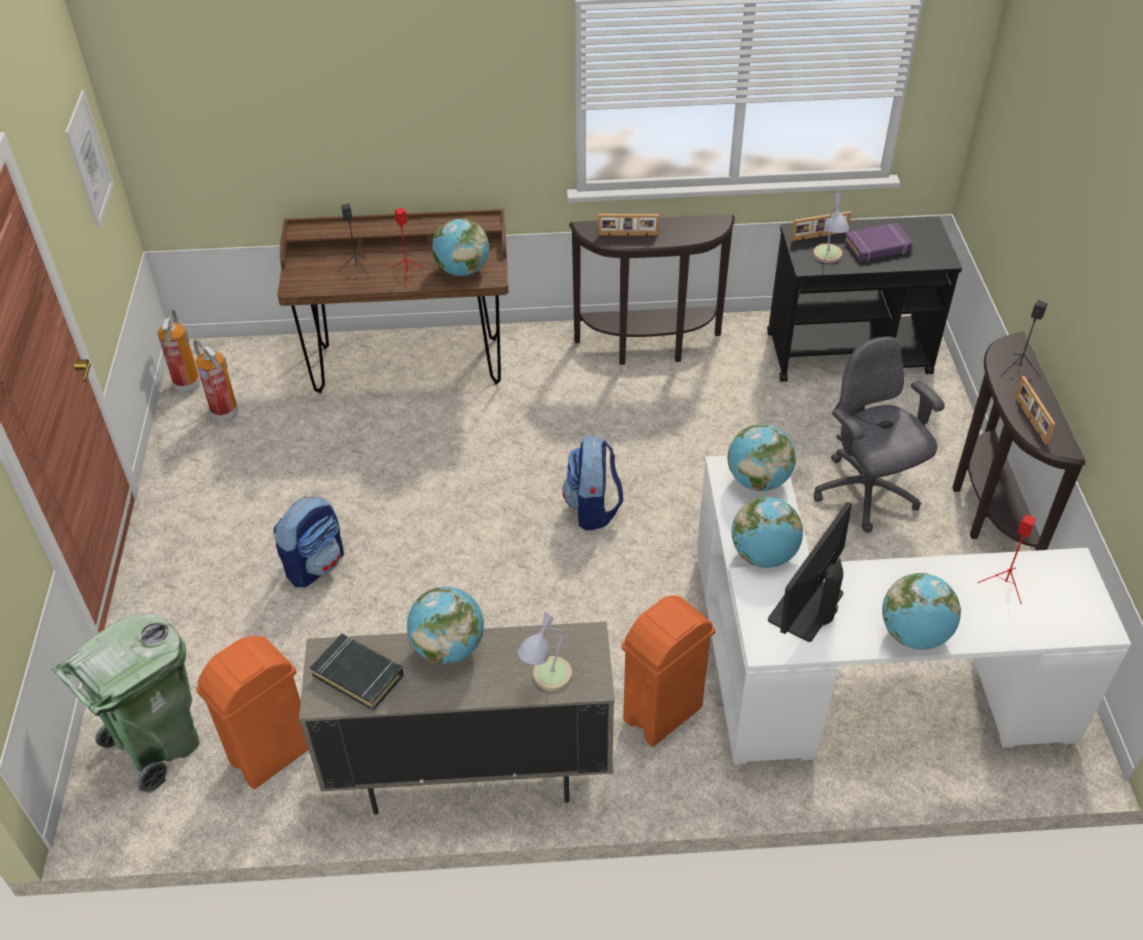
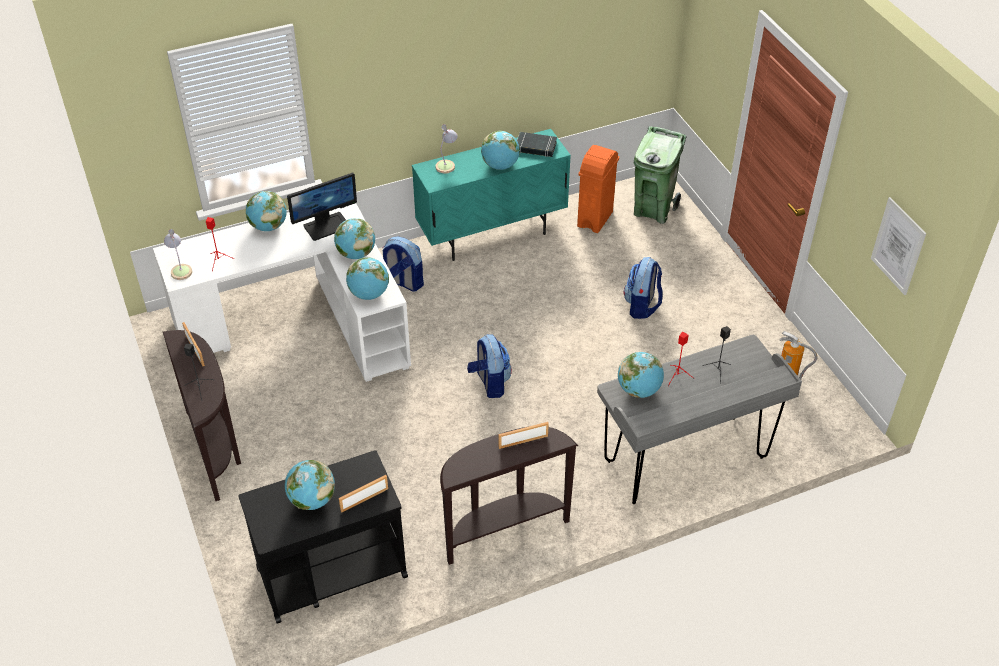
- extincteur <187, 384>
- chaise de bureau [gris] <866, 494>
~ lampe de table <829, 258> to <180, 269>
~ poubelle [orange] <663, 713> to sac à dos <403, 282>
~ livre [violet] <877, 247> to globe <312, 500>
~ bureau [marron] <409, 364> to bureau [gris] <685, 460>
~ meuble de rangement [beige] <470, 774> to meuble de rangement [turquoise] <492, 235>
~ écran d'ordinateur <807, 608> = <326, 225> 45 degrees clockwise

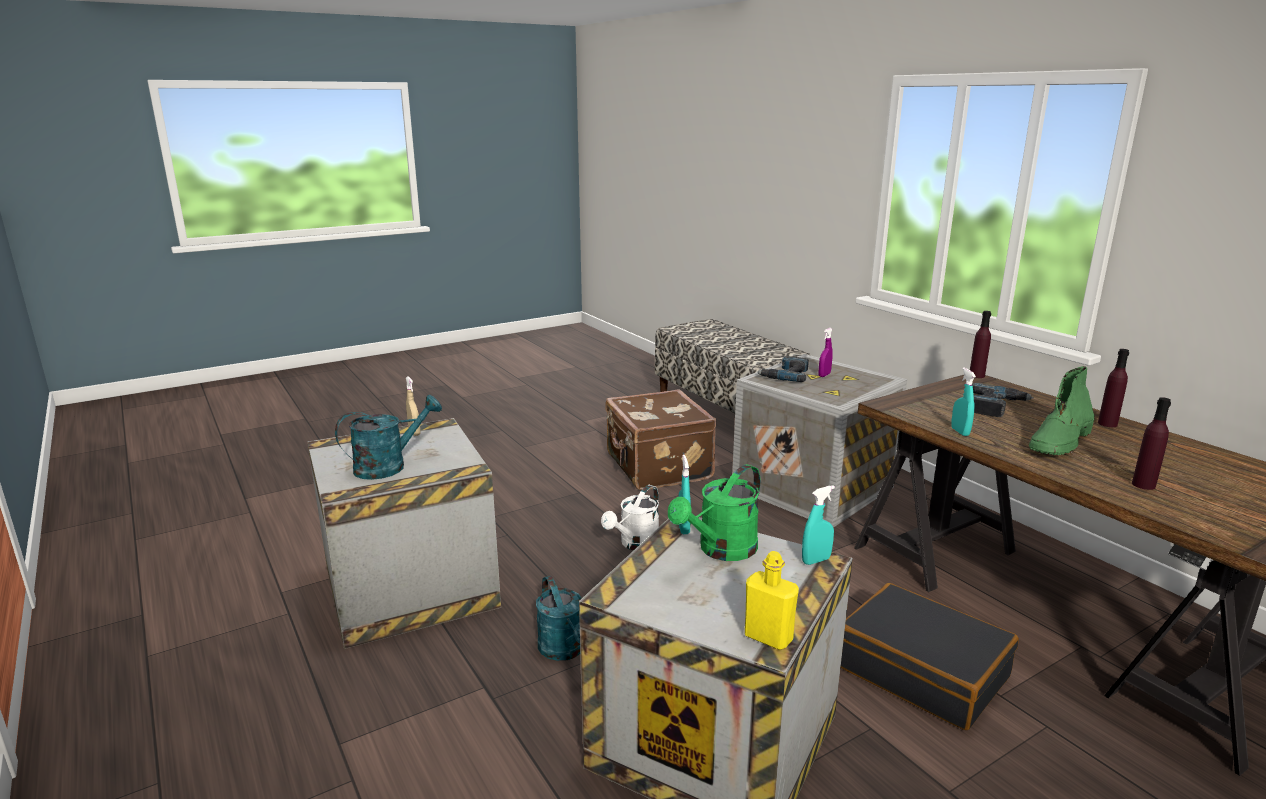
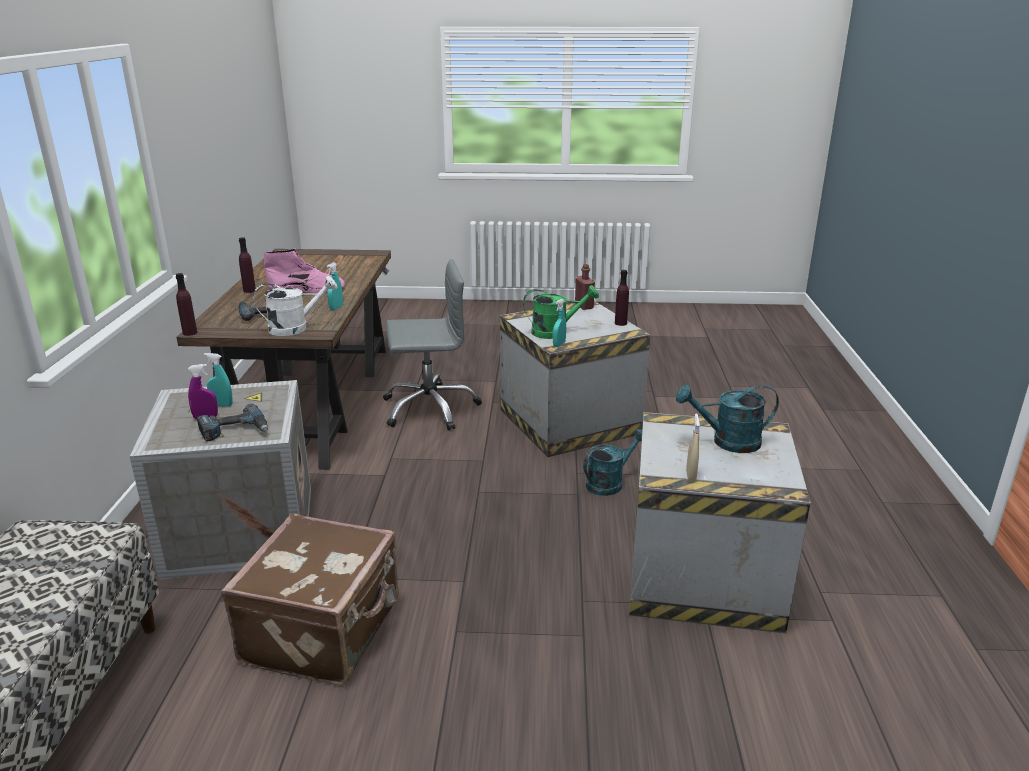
~ arrosoir [blanc] <635, 544> to <295, 328>
~ vaporisateur [turquoise] <816, 560> to <222, 405>
~ bouteille [violet] <1143, 485> to <620, 323>
~ valise [noir] <921, 671> to chaise de bureau [gris] <430, 408>
~ bouteille [jaune] <768, 637> to bouteille [rouge] <584, 306>
~ botte [vert] <1059, 442> to botte [rose] <308, 291>
~ arrosoir [turquoise] <565, 651> = <609, 483> 45 degrees clockwise

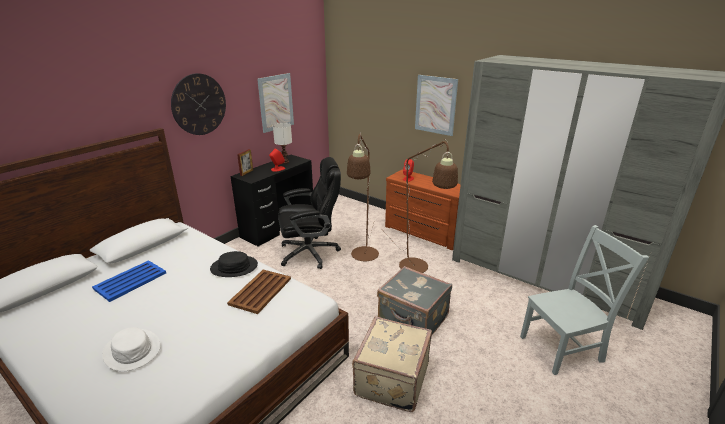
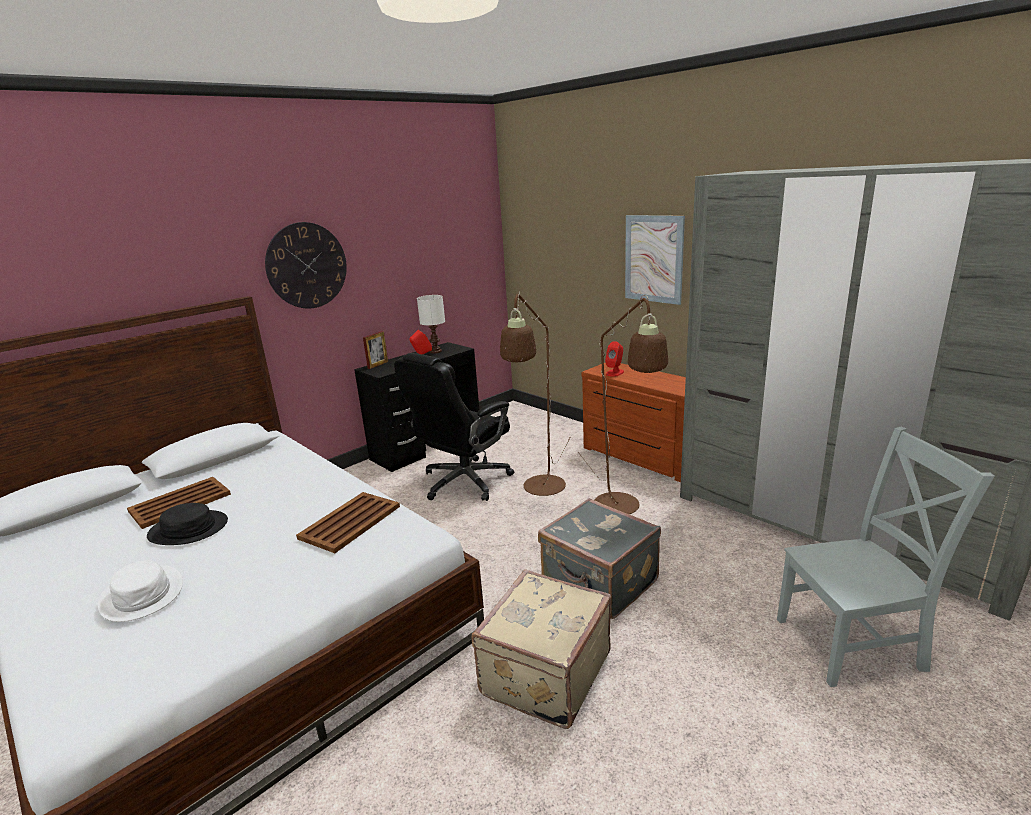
- tableau <276, 102>
~ chapeau [noir] <234, 267> to <188, 529>
~ plateau [bleu] <131, 280> to plateau [marron] <181, 502>
~ chaise de bureau [noir] <310, 253> = <464, 482> 135 degrees clockwise

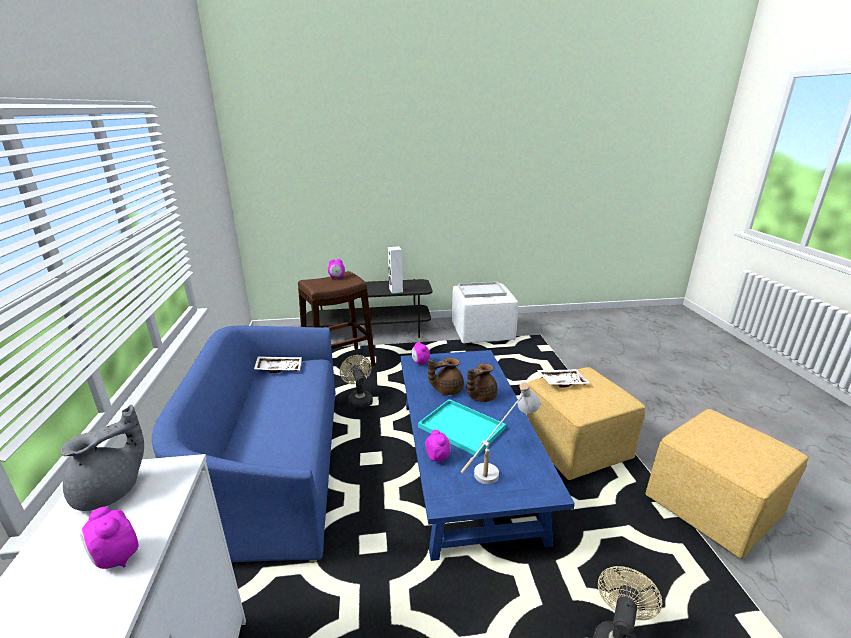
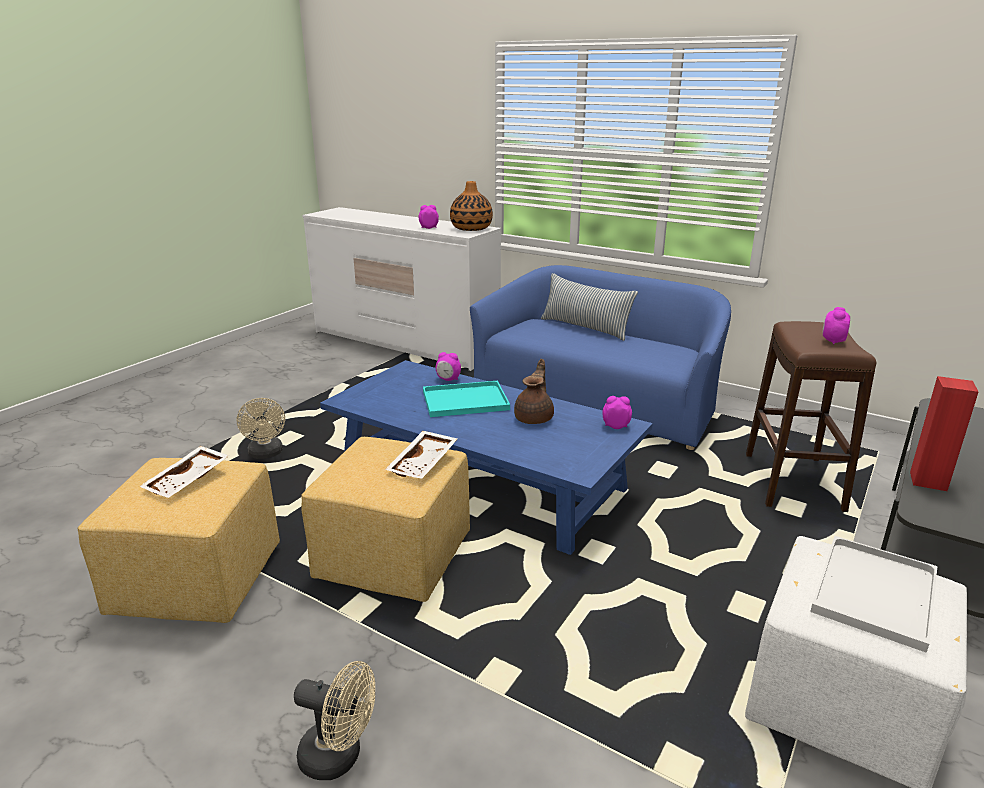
- lampe de table [blanc] <497, 466>
- théière [marron] <480, 397>
+ coussin <585, 327>
~ plateau [blanc] <279, 368> to <188, 481>
~ ventilateur [beige] <359, 400> to <339, 757>
~ théière [gris] <111, 491> to vase <471, 228>
~ enceinte [blanc] <395, 290> to enceinte [rouge] <928, 481>

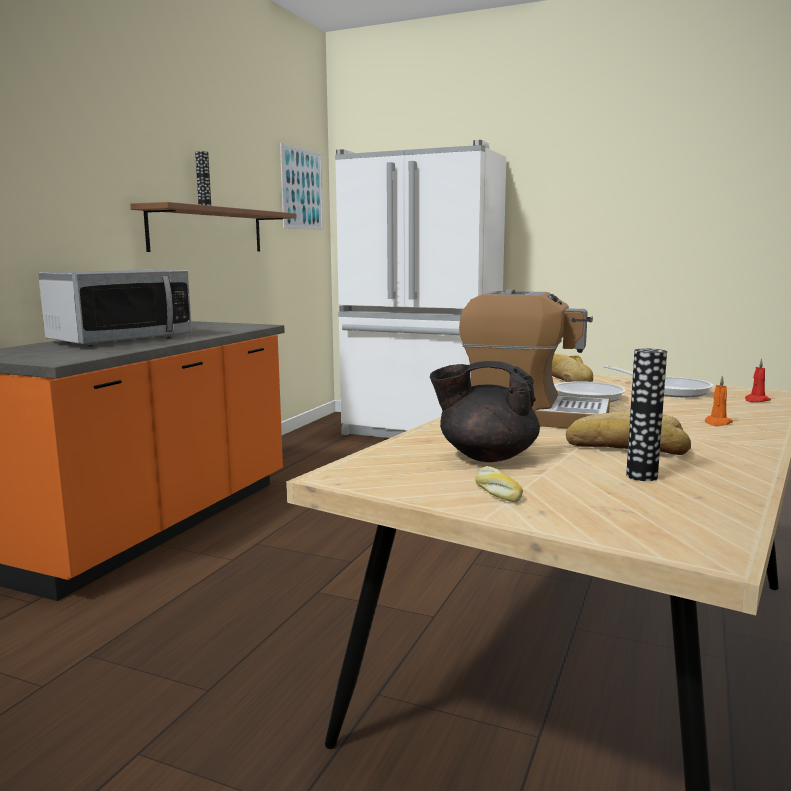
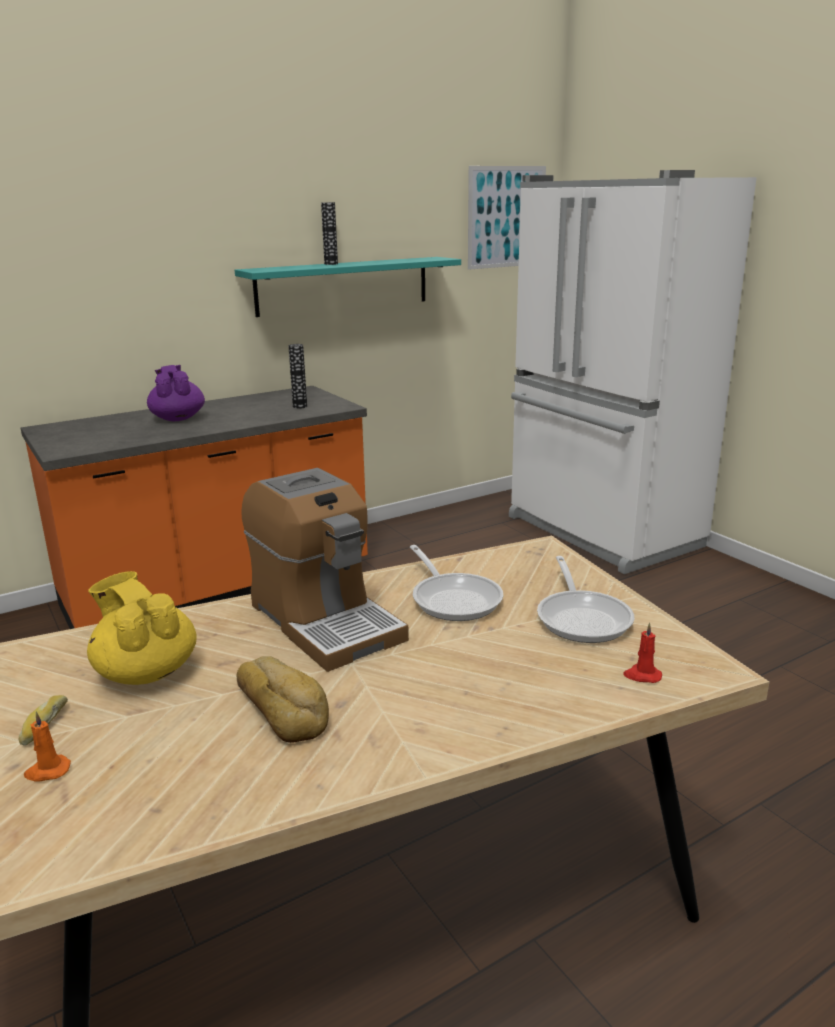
- pain <567, 379>
~ vase <641, 476> to <300, 406>
~ bougie [orange] <717, 423> to <47, 771>
~ micro-ondes <120, 340> to théière [violet] <177, 418>
~ étagère [marron] <208, 230> to étagère [turquoise] <343, 285>
~ théière [noir] <486, 456> to théière [jaune] <146, 671>

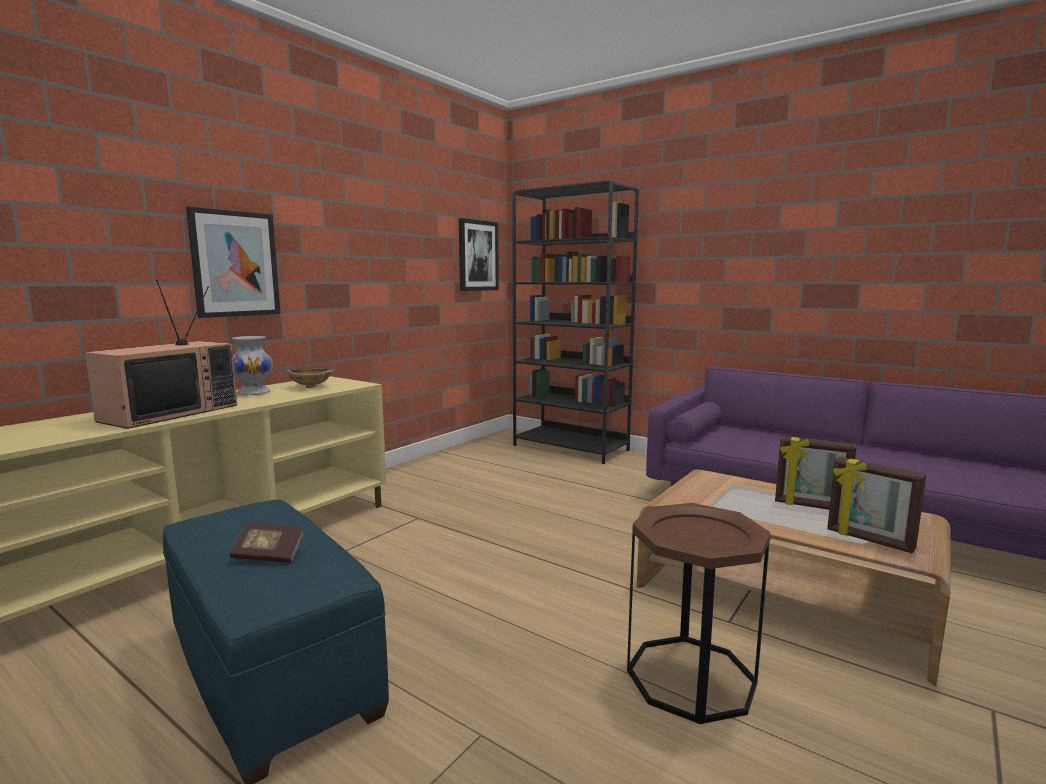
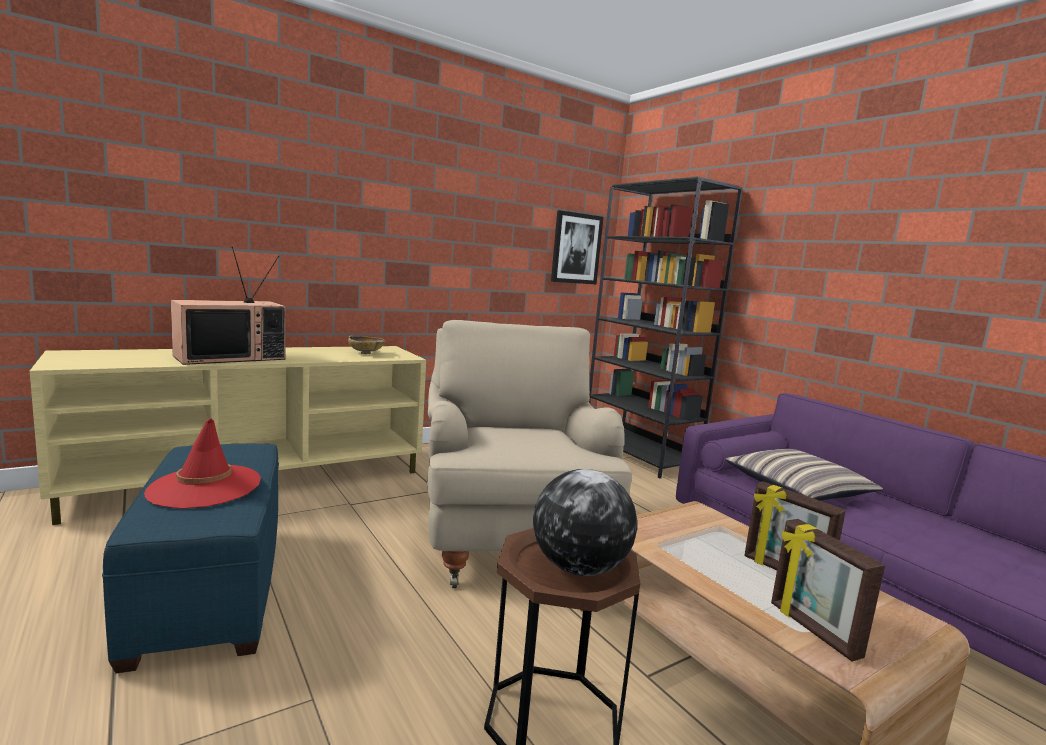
- tableau <235, 264>
- vase [blanc] <254, 393>
+ fauteuil [beige] <509, 534>
+ globe <580, 568>
+ coussin <797, 489>
~ livre <269, 555> to chapeau [rouge] <205, 487>

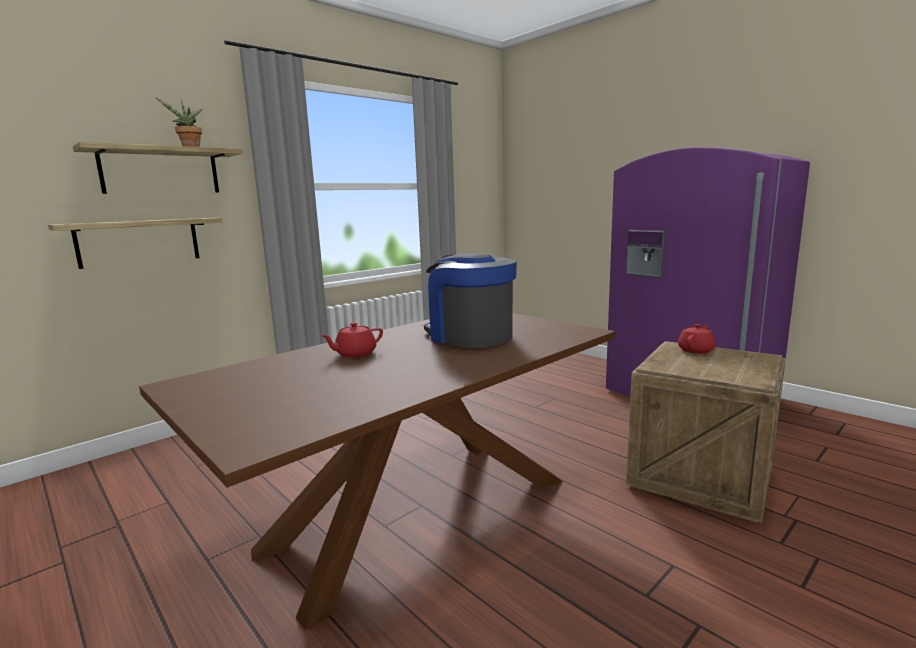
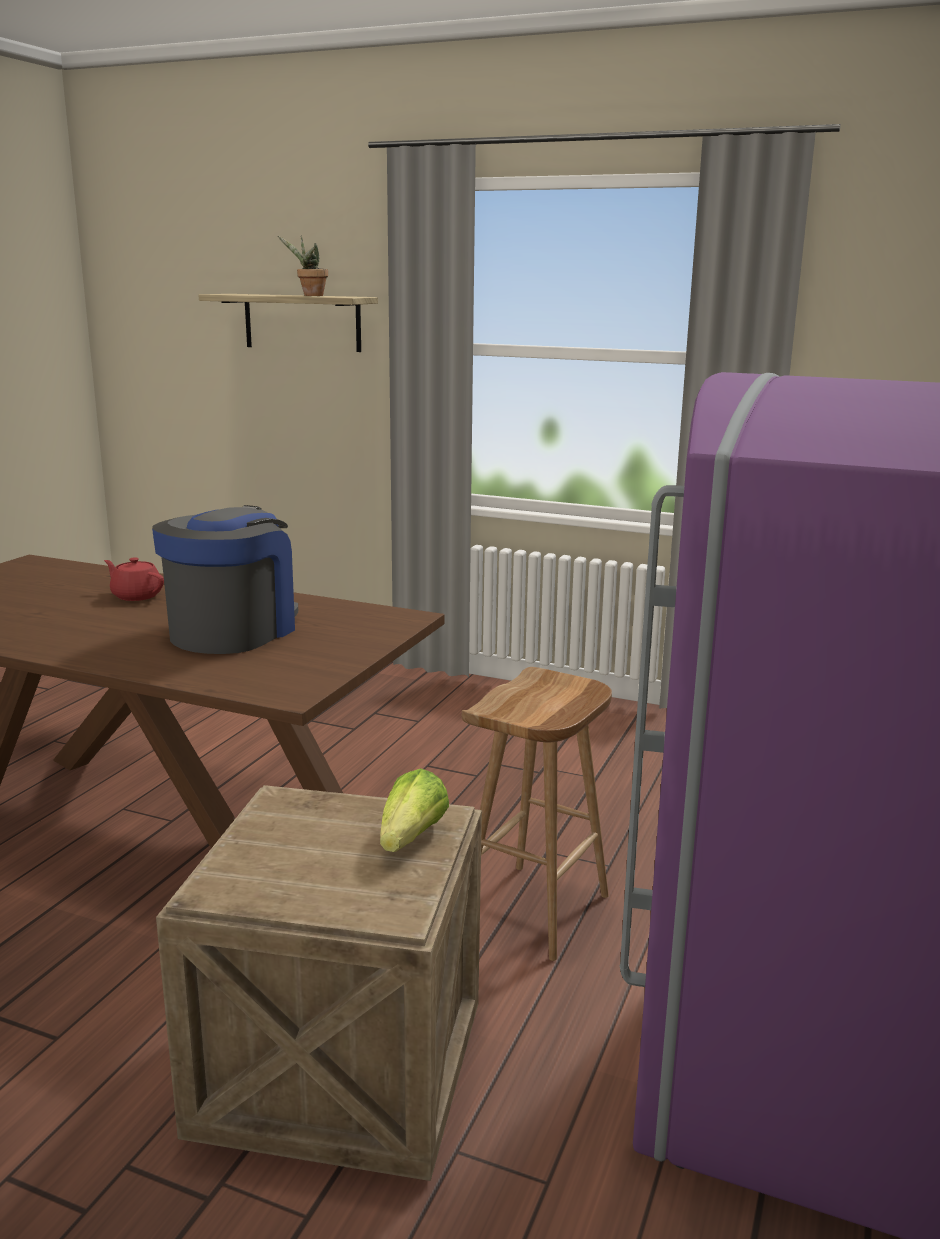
- étagère <139, 242>
+ tabouret [marron] <535, 912>
~ théière [rouge] <696, 350> to laitue <411, 838>

